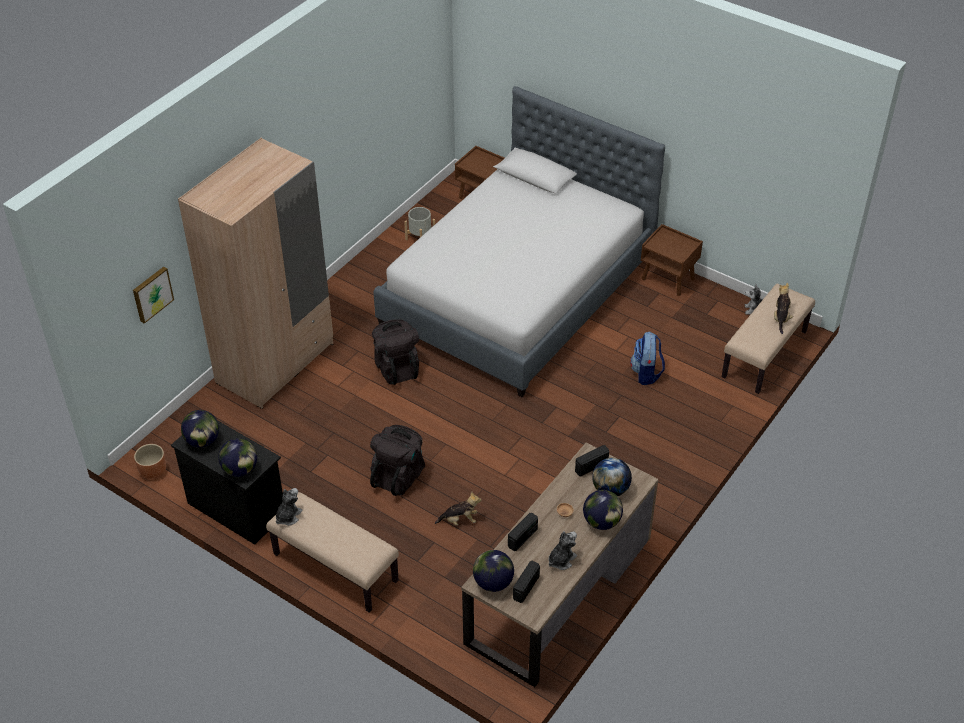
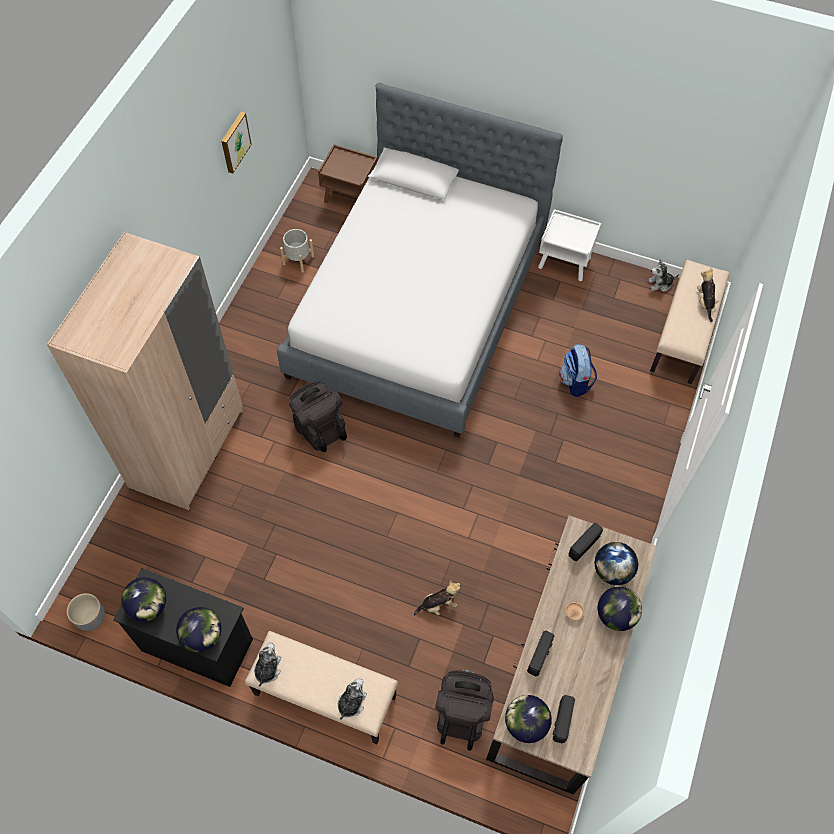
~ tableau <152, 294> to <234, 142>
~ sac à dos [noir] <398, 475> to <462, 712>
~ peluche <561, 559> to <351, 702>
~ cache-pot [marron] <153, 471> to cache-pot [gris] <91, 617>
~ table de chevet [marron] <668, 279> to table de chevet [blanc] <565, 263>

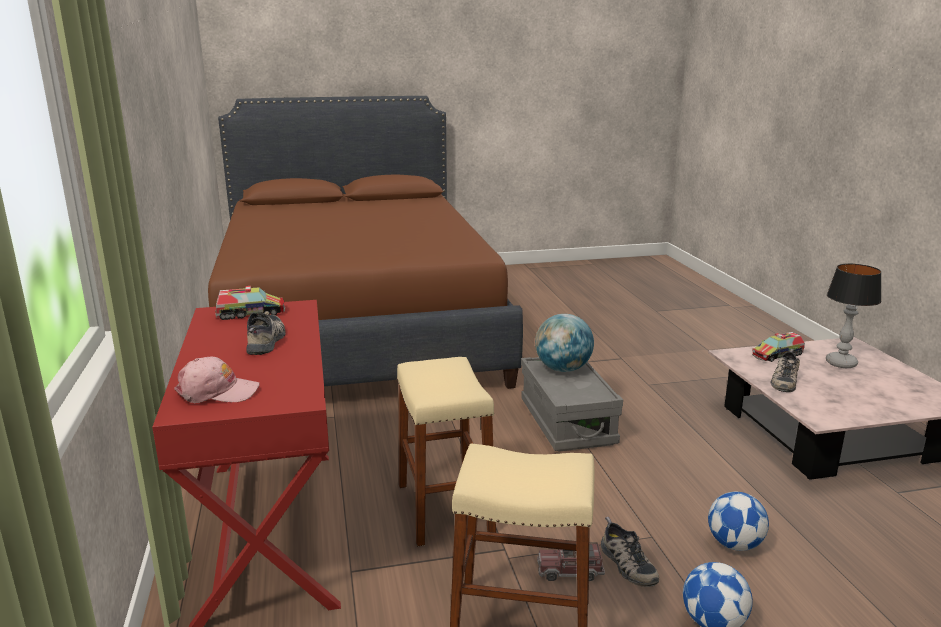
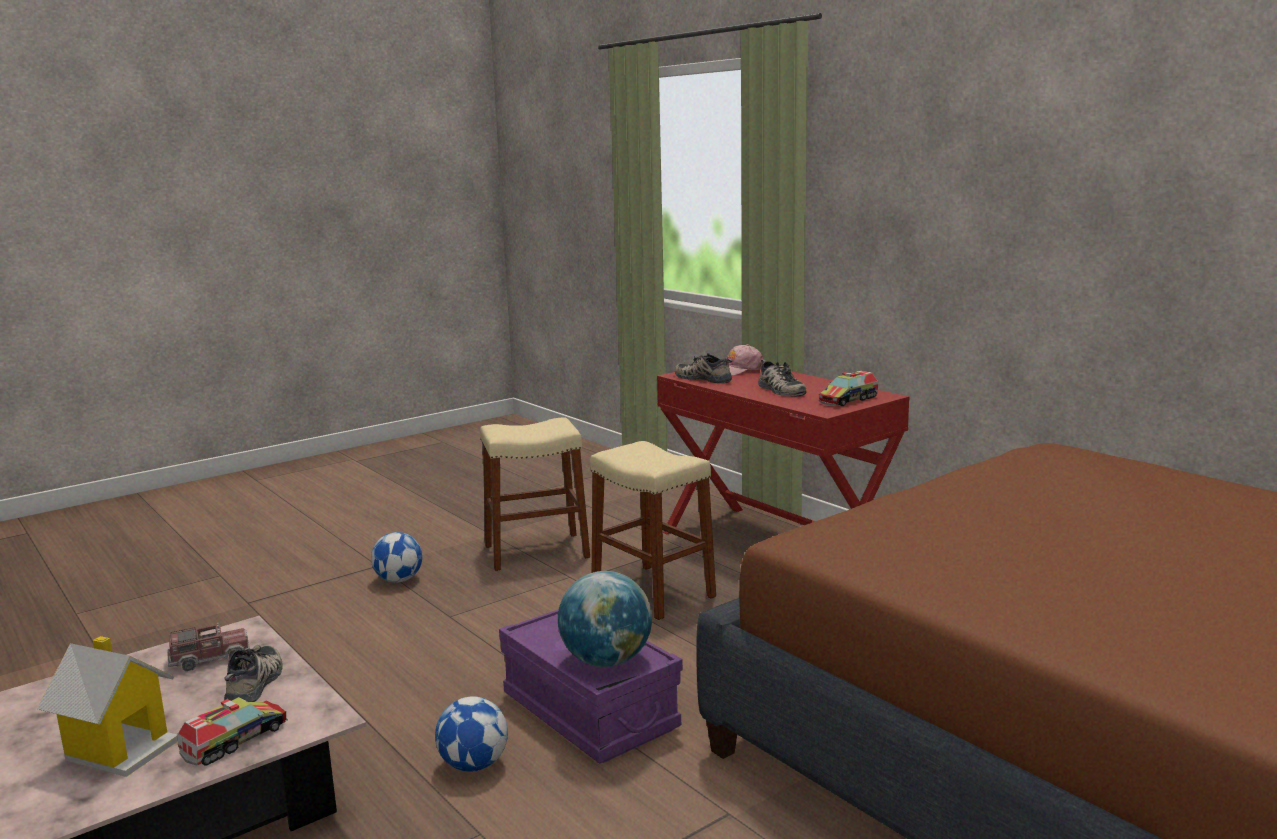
~ camion jouet <570, 571> to <210, 658>
~ chaussure <626, 564> to <705, 378>
~ ballon de foot <734, 544> to <473, 765>
~ lampe de table <841, 363> to maison miniature <120, 748>
~ boîte de rangement [gris] <567, 422> to boîte de rangement [violet] <590, 711>

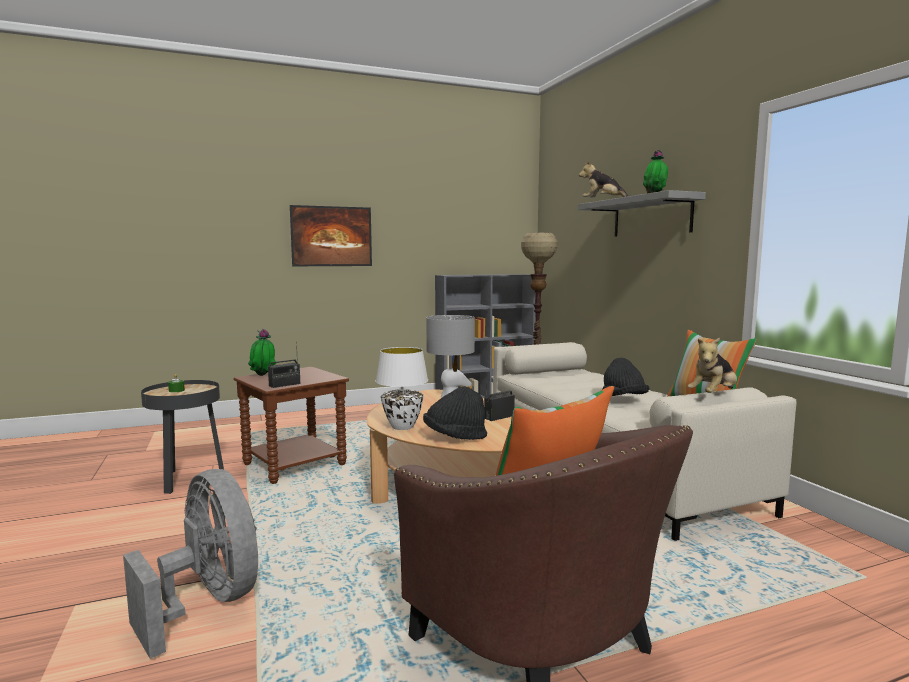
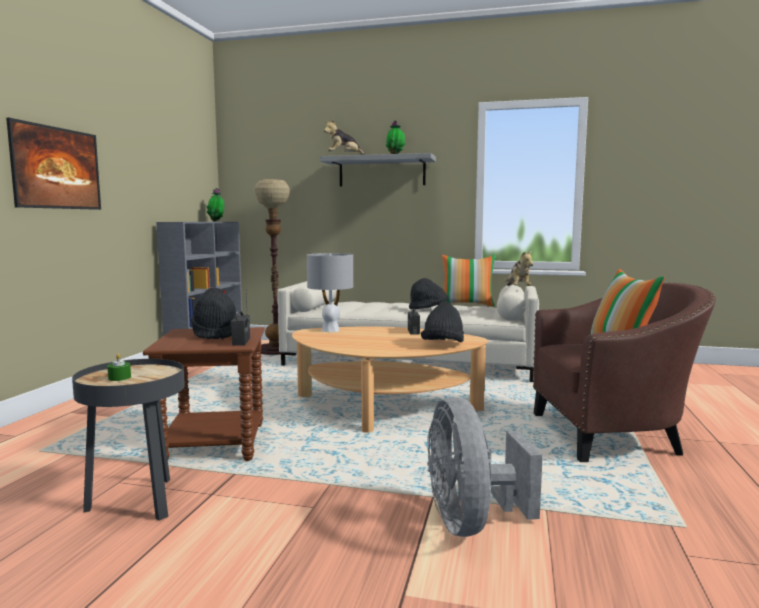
- lampe de table [blanc] <402, 427>
+ chapeau [noir] <216, 334>
~ plante en pot <263, 376> to <216, 221>
~ ventilateur [gris] <208, 602> = <471, 522> 90 degrees counterclockwise

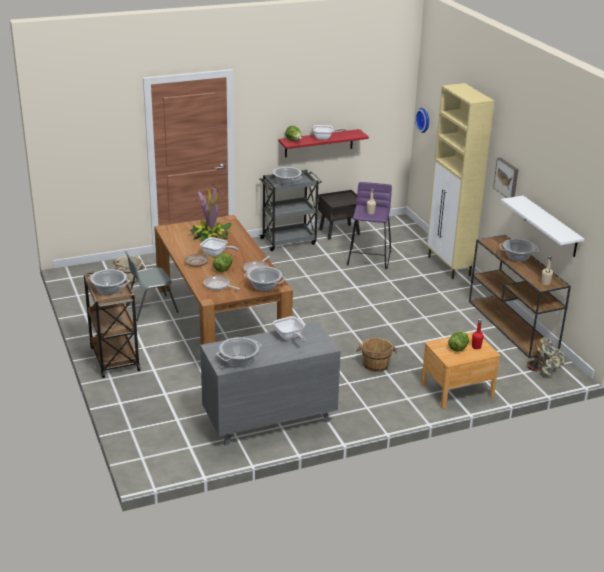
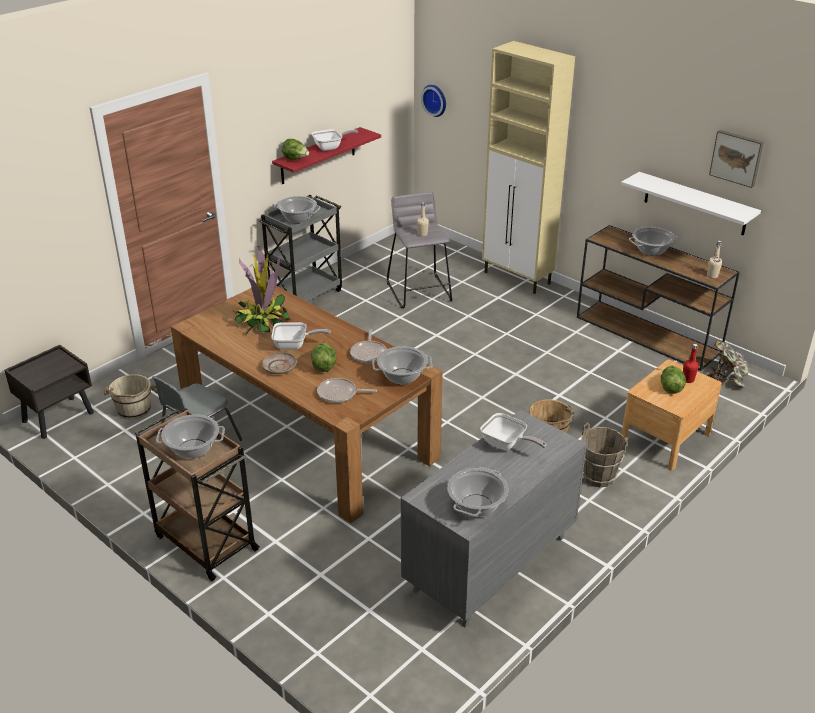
+ seau [marron] <598, 477>
~ table de chevet [marron] <339, 232> to <59, 417>
~ tableau <507, 178> to <737, 157>
~ tabouret [violet] <369, 258> to tabouret [gris] <420, 291>

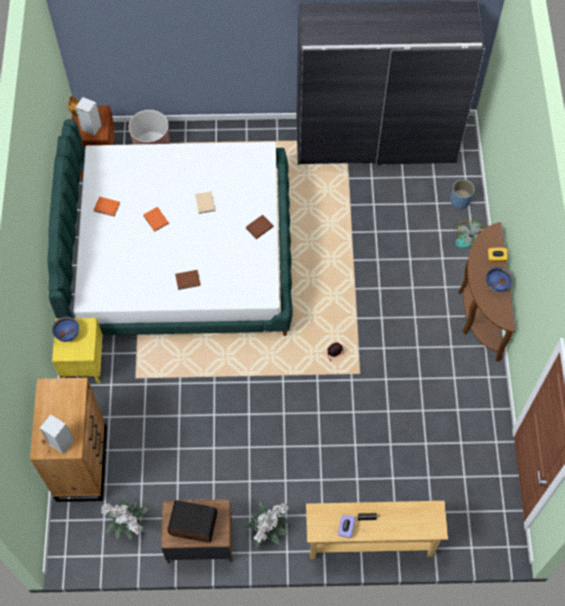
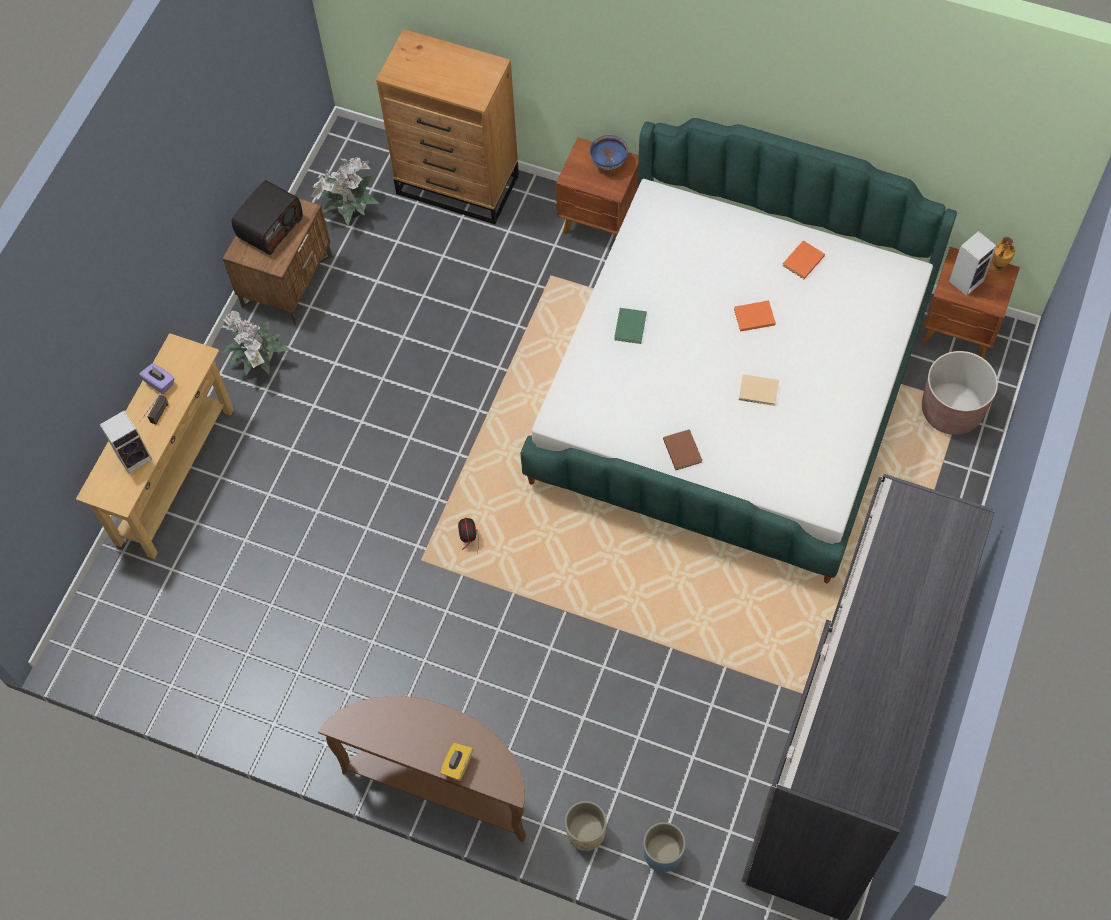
- bol [bleu] <496, 285>
~ enceinte <60, 442> to <135, 456>
~ ventilateur <468, 237> to cache-pot [beige] <585, 832>
~ table de chevet [jaune] <84, 364> to table de chevet [marron] <600, 222>
~ livre [marron] <188, 280> to livre [vert] <629, 327>

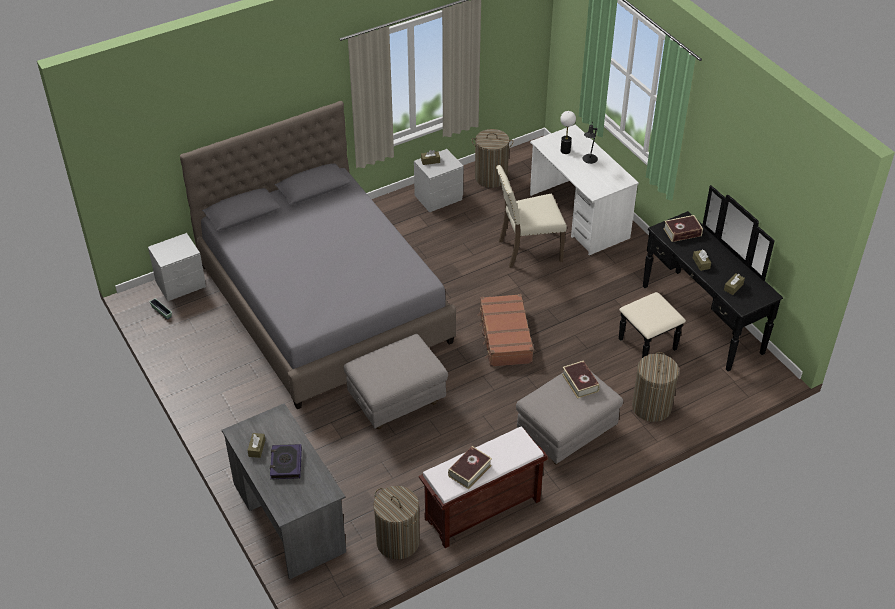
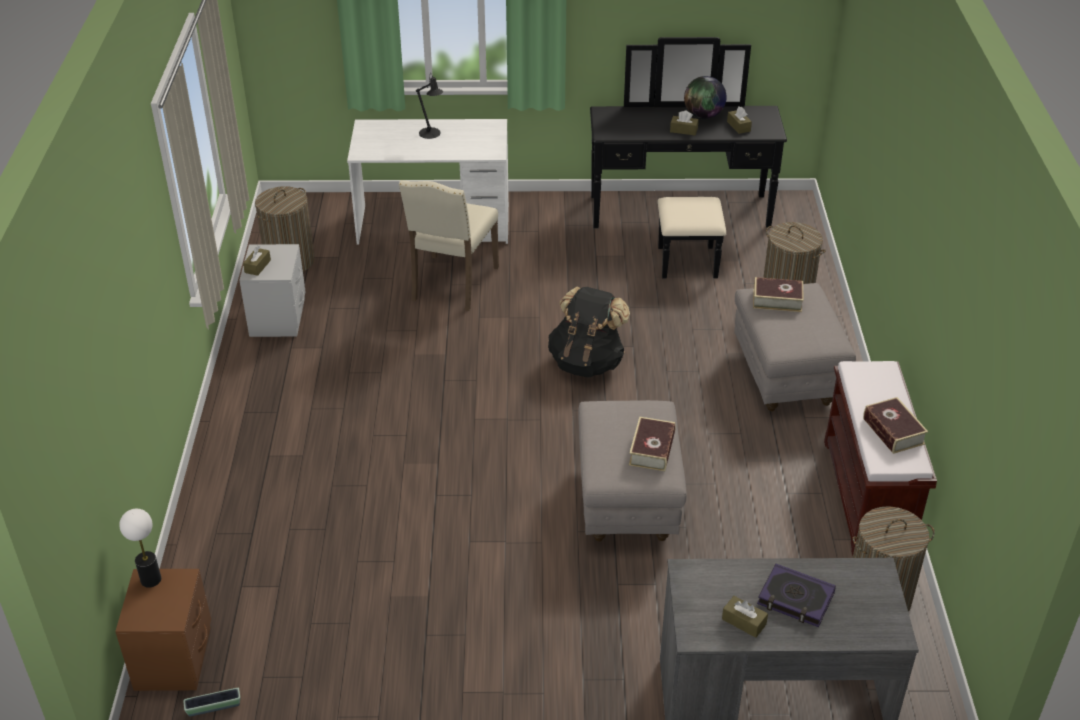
- lit [gris] <324, 303>
+ globe <703, 116>
~ lampe de table <565, 151> to <151, 579>
~ livre <682, 232> to <652, 450>
~ valise [marron] <505, 337> to sac à dos [noir] <587, 362>
~ table de chevet [gris] <181, 284> to table de chevet [marron] <173, 658>

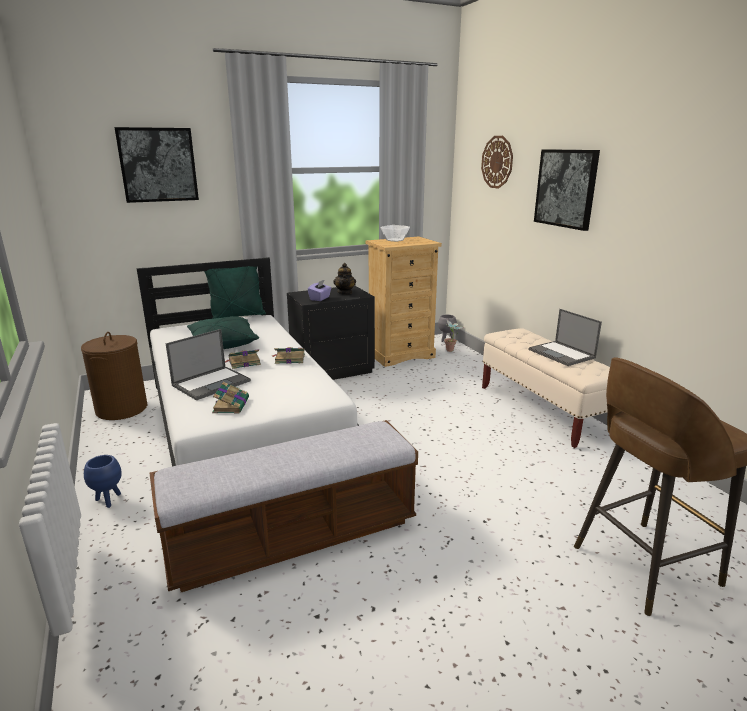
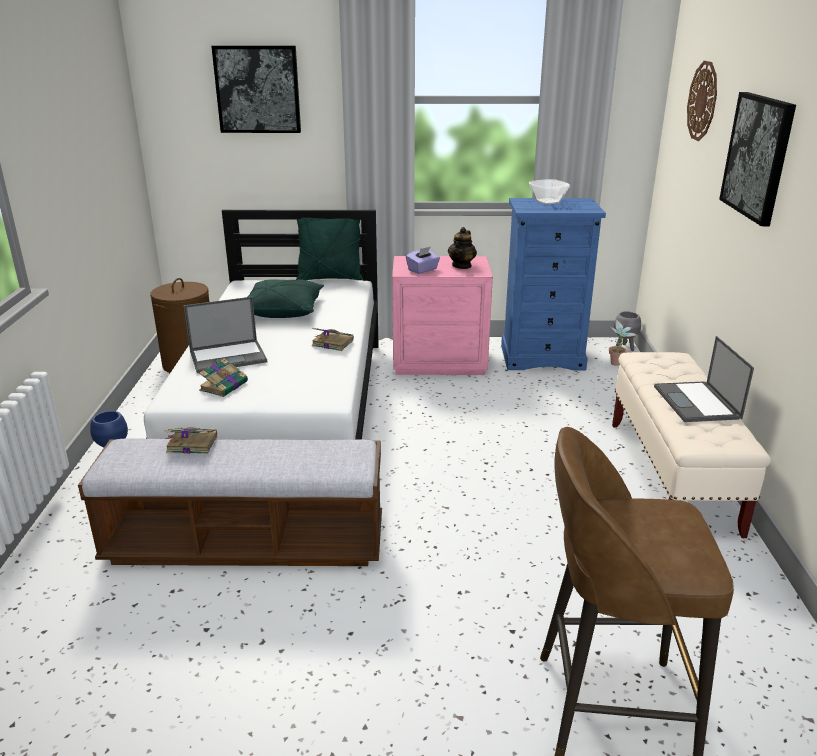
~ livre <243, 362> to <191, 444>
~ table de chevet [noir] <332, 369> to table de chevet [rose] <439, 361>
~ commode [beige] <400, 354> to commode [bleu] <542, 357>

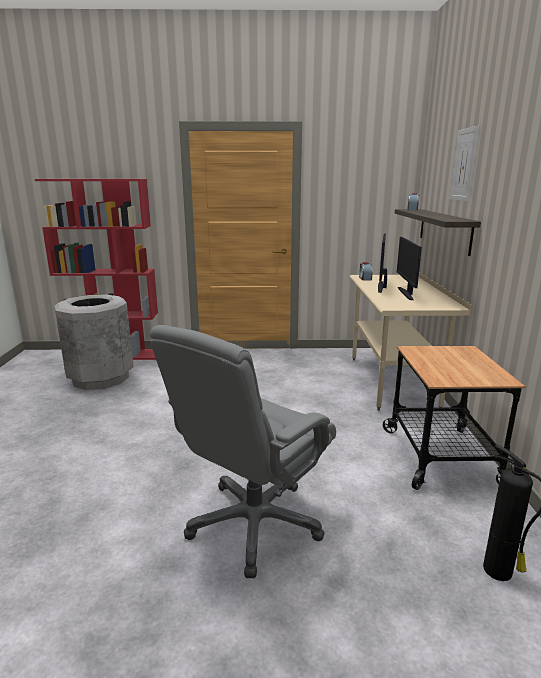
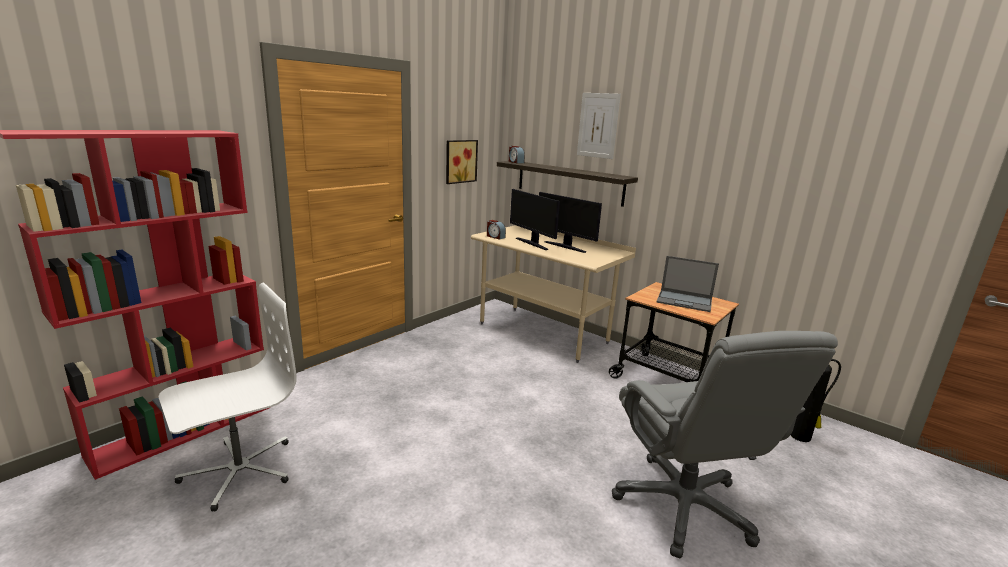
+ tableau <460, 161>
+ ordinateur portable <685, 301>
~ poubelle [gris] <101, 378> to chaise de bureau [blanc] <238, 470>

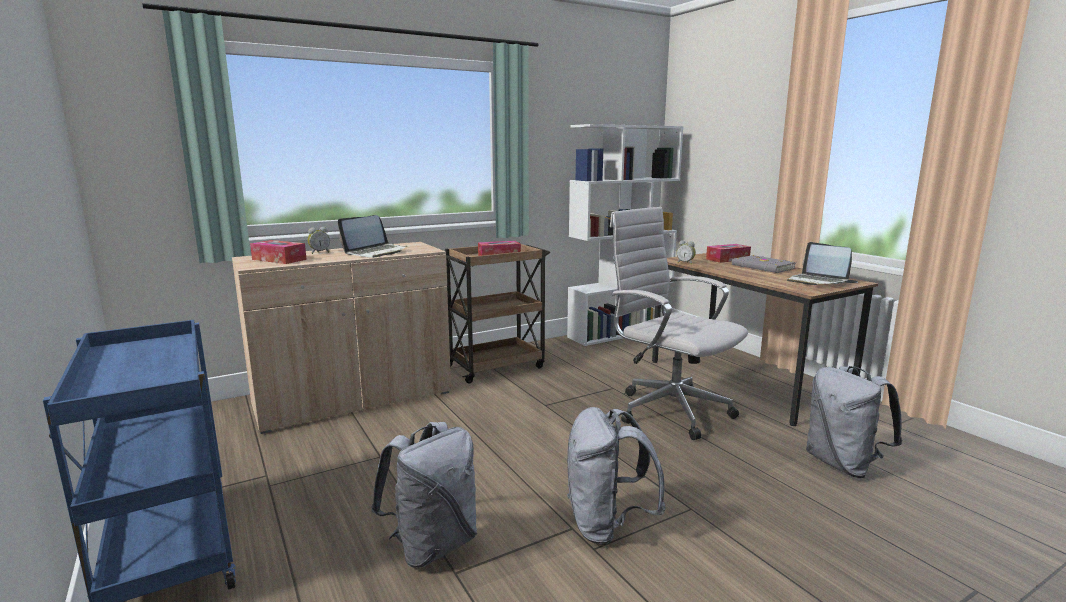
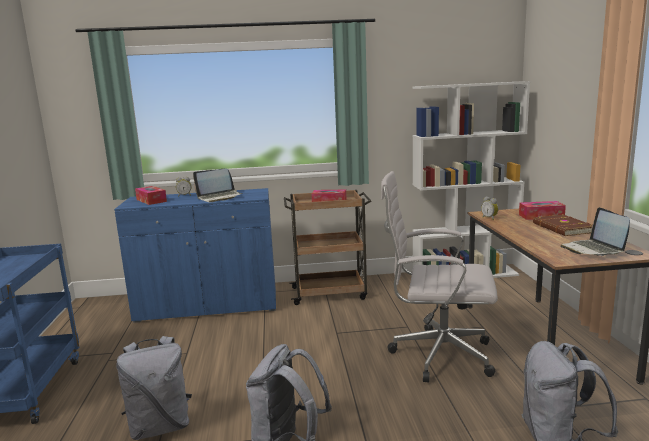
~ meuble de rangement [beige] <354, 399> to meuble de rangement [bleu] <208, 306>
~ livre [gris] <762, 267> to livre [marron] <562, 228>
~ chaise de bureau [blanc] <668, 410> = <437, 355> 60 degrees counterclockwise

